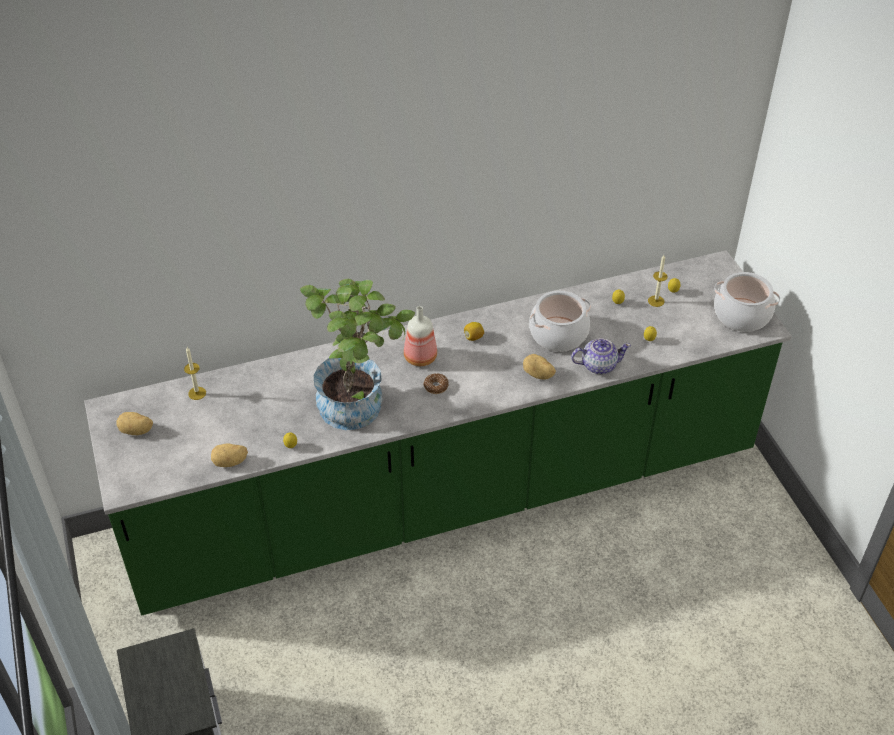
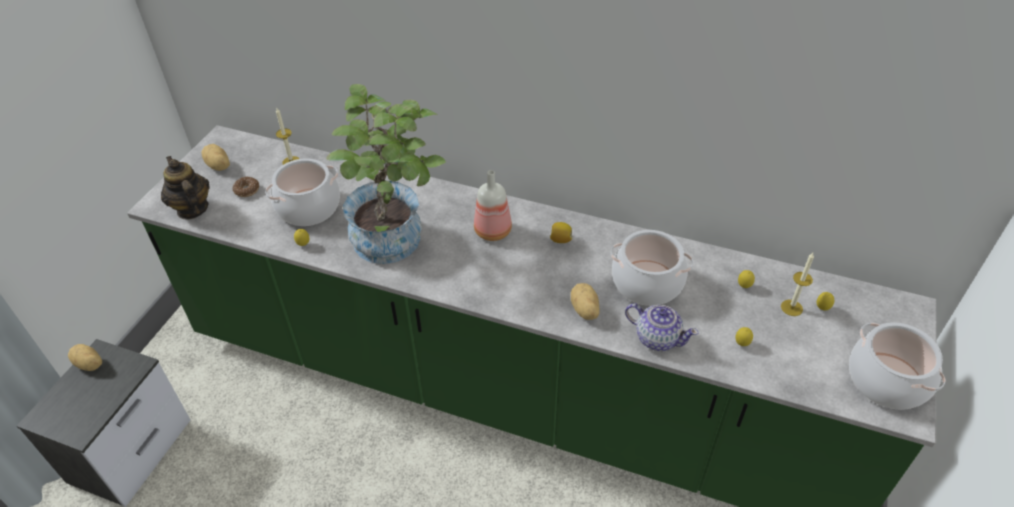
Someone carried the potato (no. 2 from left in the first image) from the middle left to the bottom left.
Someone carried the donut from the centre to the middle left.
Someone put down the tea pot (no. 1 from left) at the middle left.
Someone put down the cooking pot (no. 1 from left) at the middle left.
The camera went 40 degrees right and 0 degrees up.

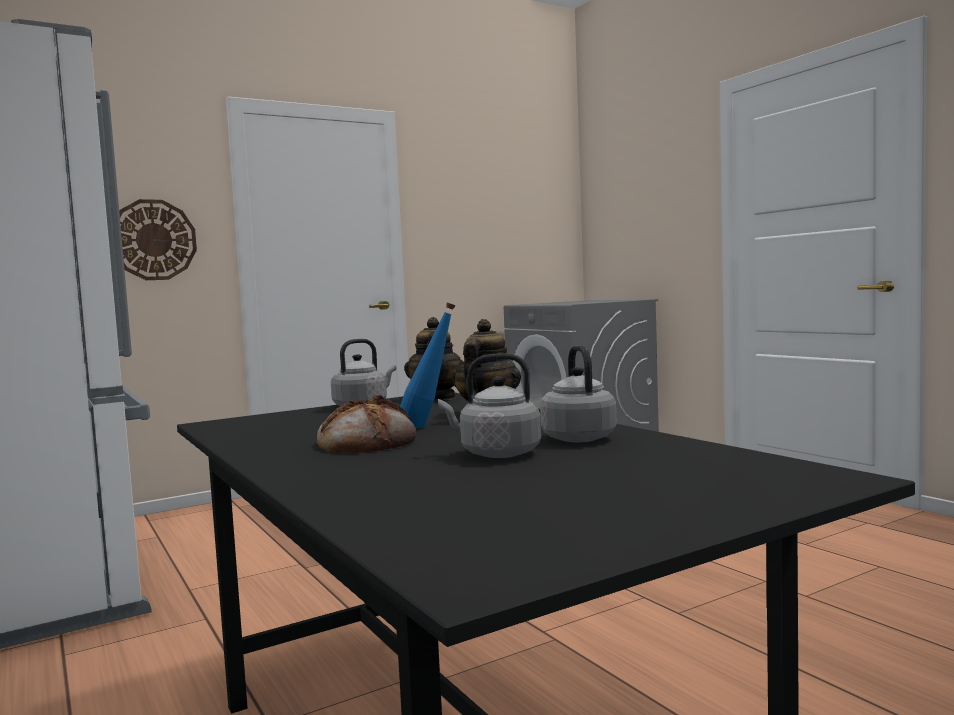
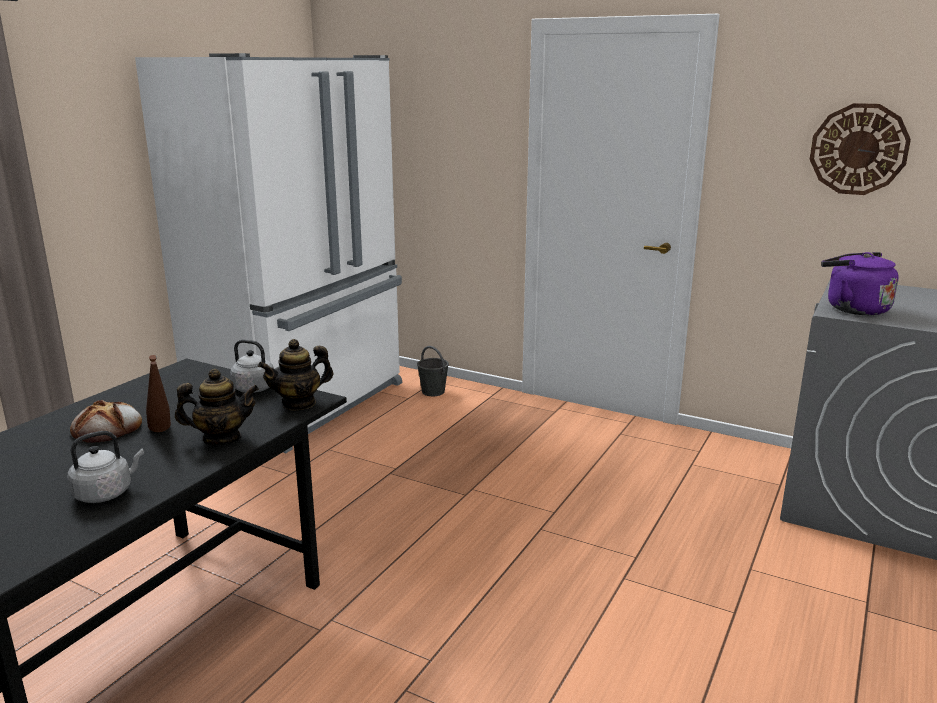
Someone carried the clock on the wall from the middle left to the top right.
Someone repainted the bluish bottle at the centre, which became the brown-coloured bottle at the middle left.
Someone took away the greyish tea kettle (no. 2 from left) at the centre.
Someone put down the greyish pail at the centre.
Someone put down the purple tea kettle at the middle right.
The camera went 60 degrees right and 15 degrees up.

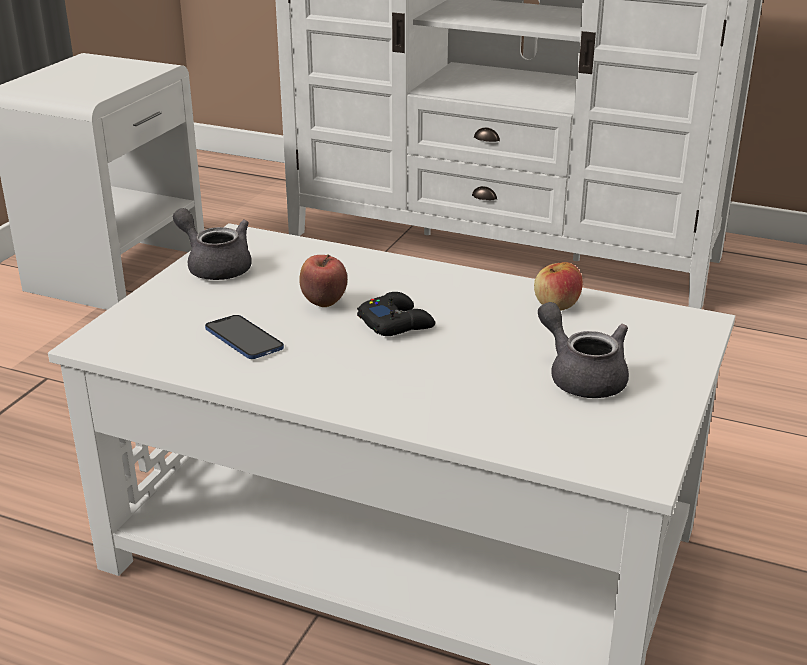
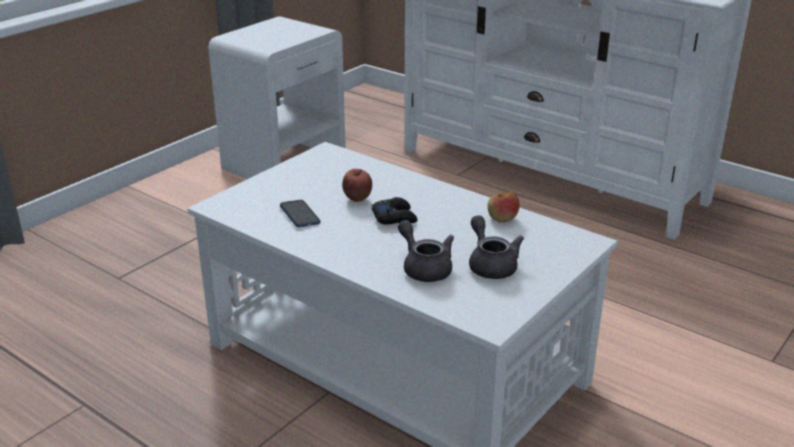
Someone carried the greyish tea pot (no. 1 from left) from the middle left to the centre.
The camera went 15 degrees right and 0 degrees up.

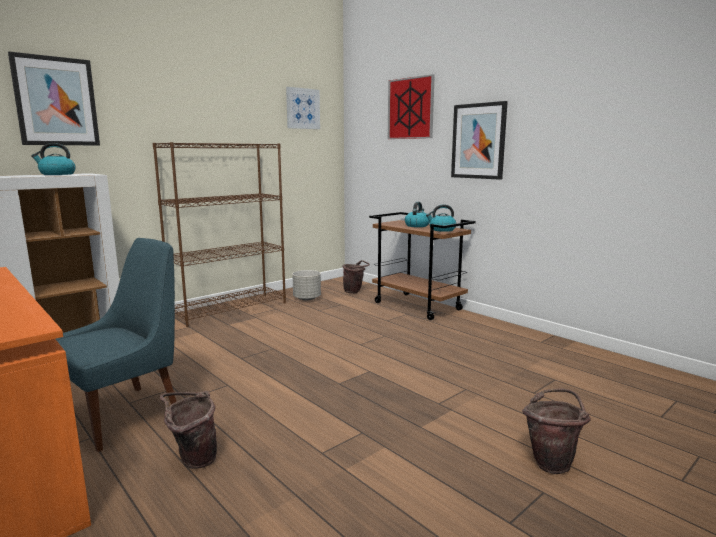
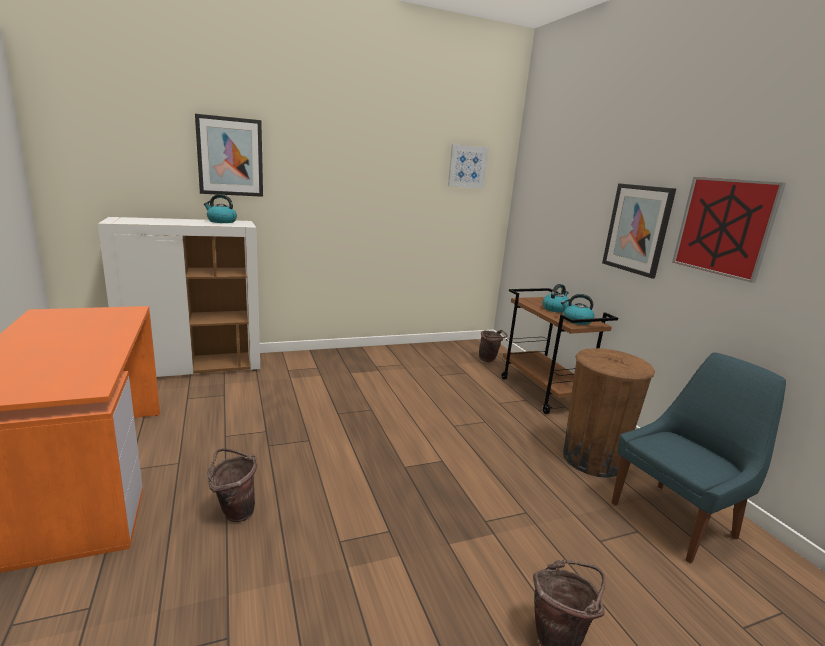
Someone carried the bluish upright chair from the middle left to the bottom right.
Someone took away the brown-coloured bookshelf at the middle left.
Someone took away the greyish flower pot at the centre.
Someone carried the wall picture (no. 3 from left in the first image) from the top centre to the middle right.
Someone put down the brown-coloured trash can at the middle right.
The camera went 20 degrees right and 5 degrees up.

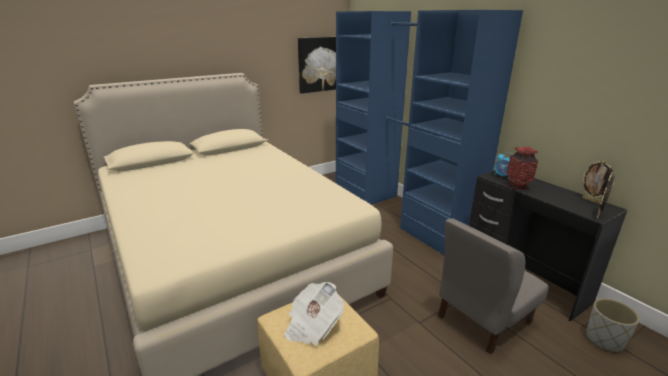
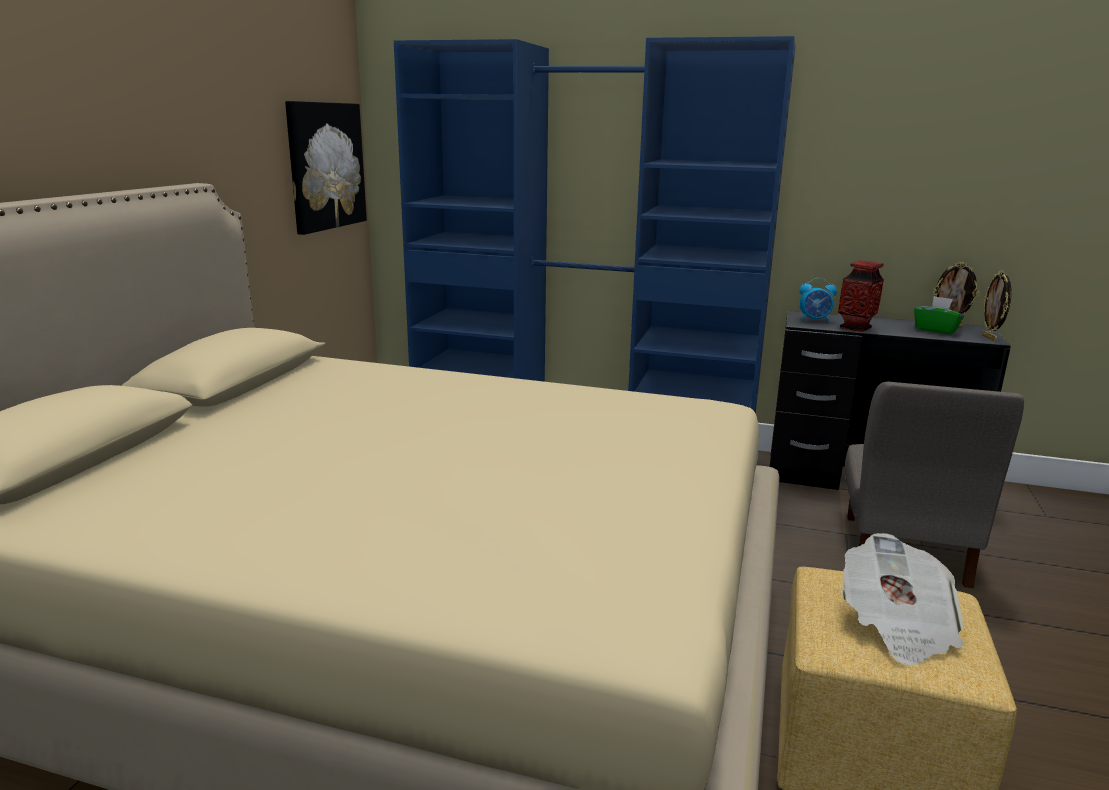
Someone took away the greyish flower pot at the bottom right.
Someone put down the greenish tissue box at the middle right.
The camera went 40 degrees left and 5 degrees down.

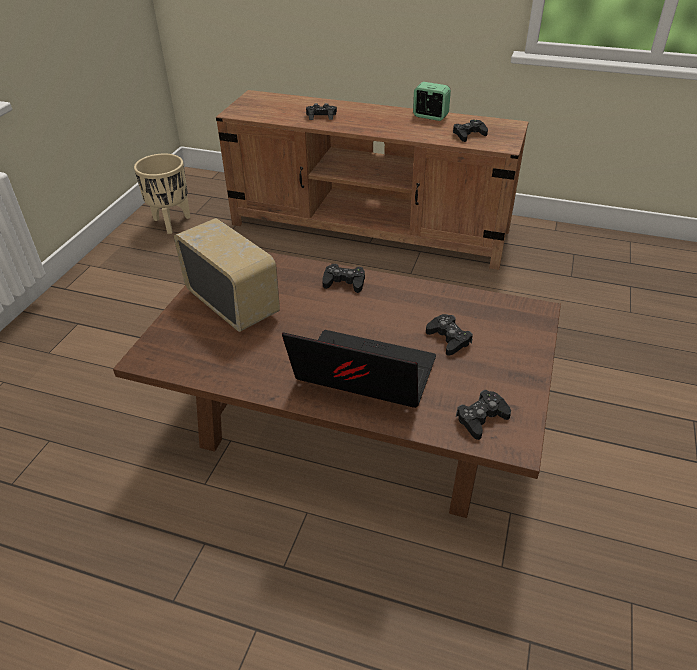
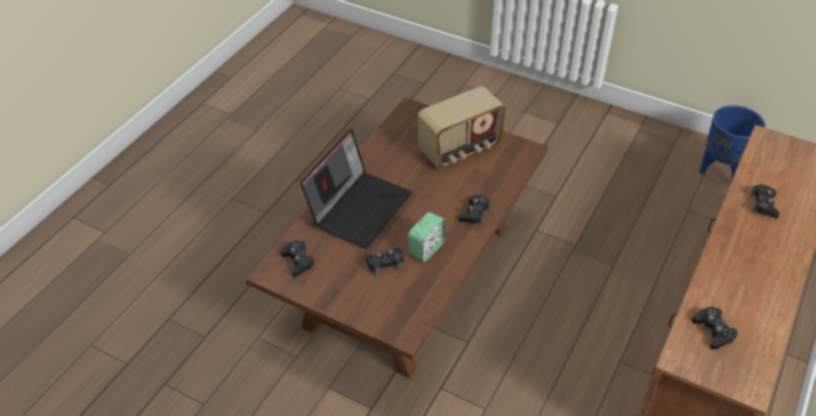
Someone repainted the sand-coloured flower pot at the top left, which became the bluish flower pot at the middle right.
Someone carried the table clock from the top centre to the centre.
The camera went 100 degrees right and 5 degrees up.

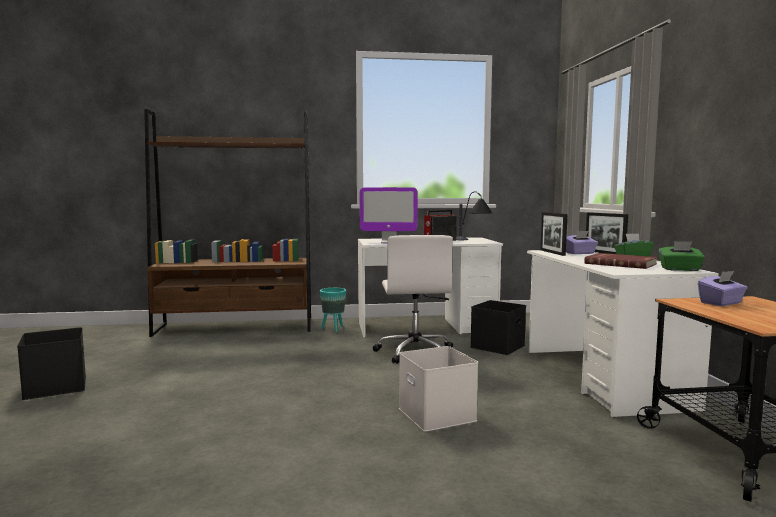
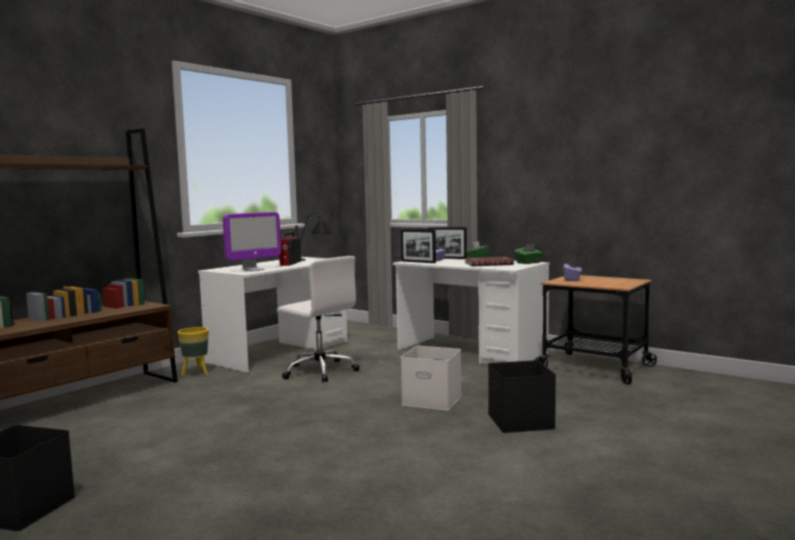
Someone repainted the turquoise flower pot at the centre, which became the yellow flower pot at the middle left.
Someone carried the blackish storage bin (no. 2 from left) from the centre to the bottom centre.
The camera went 45 degrees left and 0 degrees up.

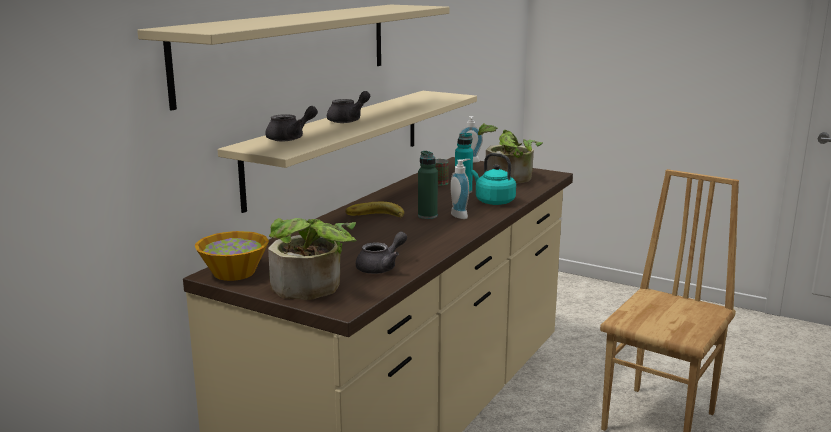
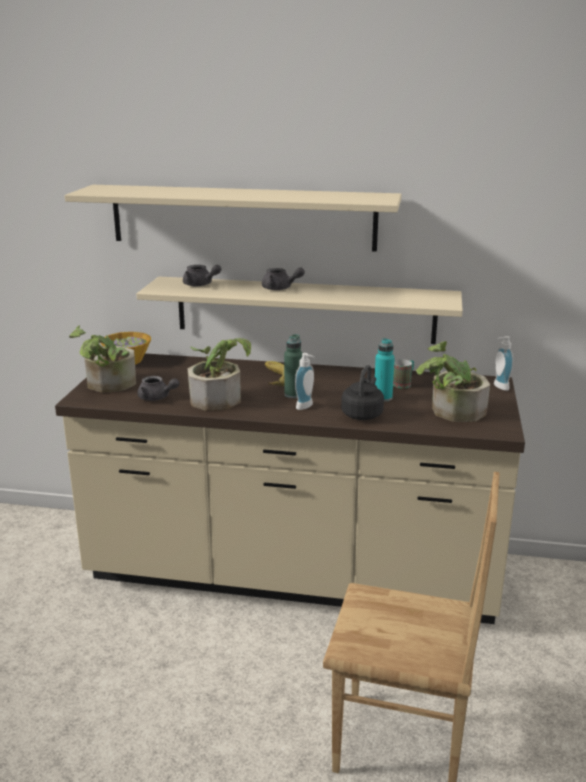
Someone repainted the turquoise tea kettle at the centre, which became the blackish tea kettle at the centre.
Someone put down the houseplant (no. 2 from left) at the centre.
The camera went 70 degrees right and 5 degrees up.

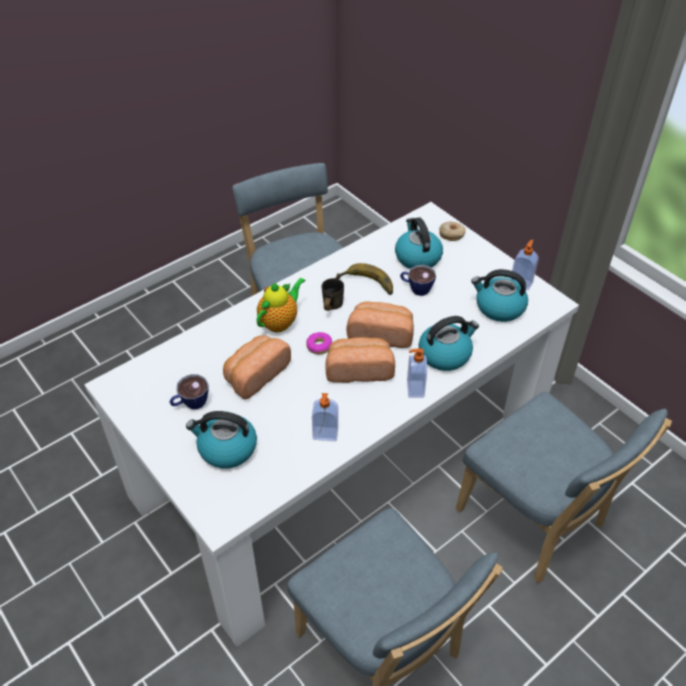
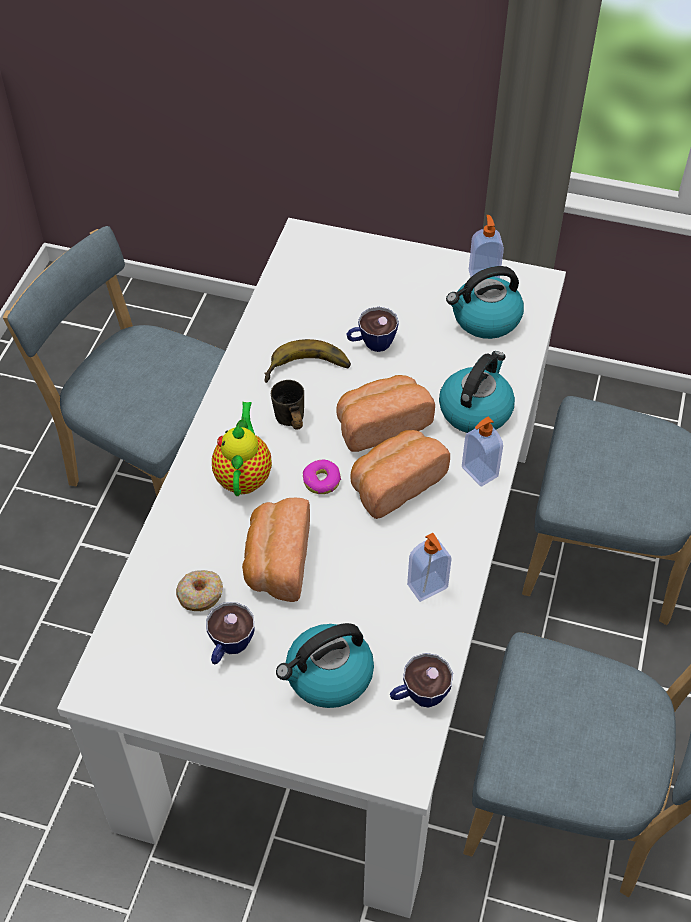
Someone took away the tea kettle (no. 2 from left) at the centre.
Someone carried the donut (no. 2 from left in the first image) from the centre to the middle left.
Someone put down the cup (no. 3 from left) at the bottom centre.
The camera went 35 degrees left and 5 degrees up.

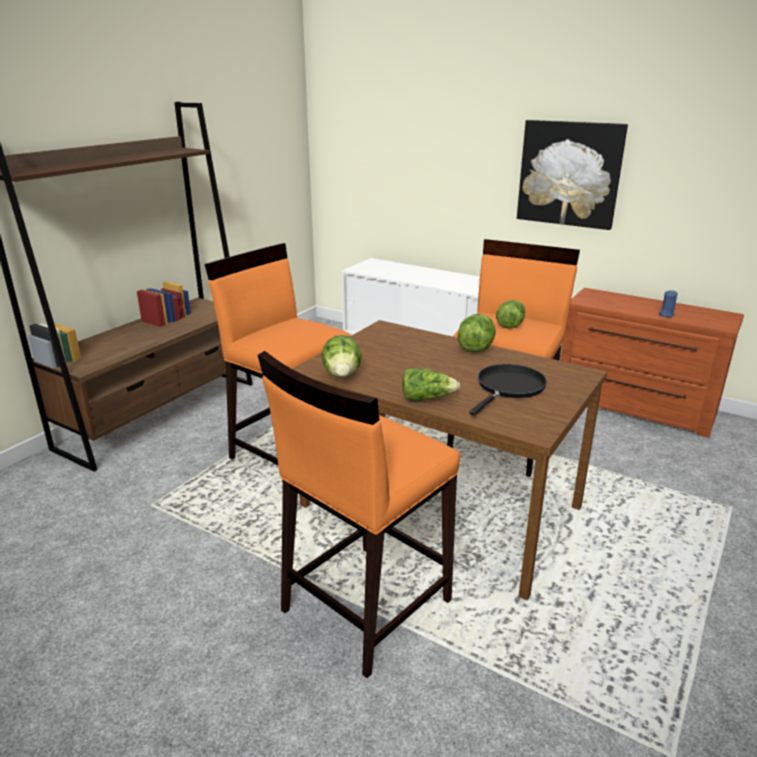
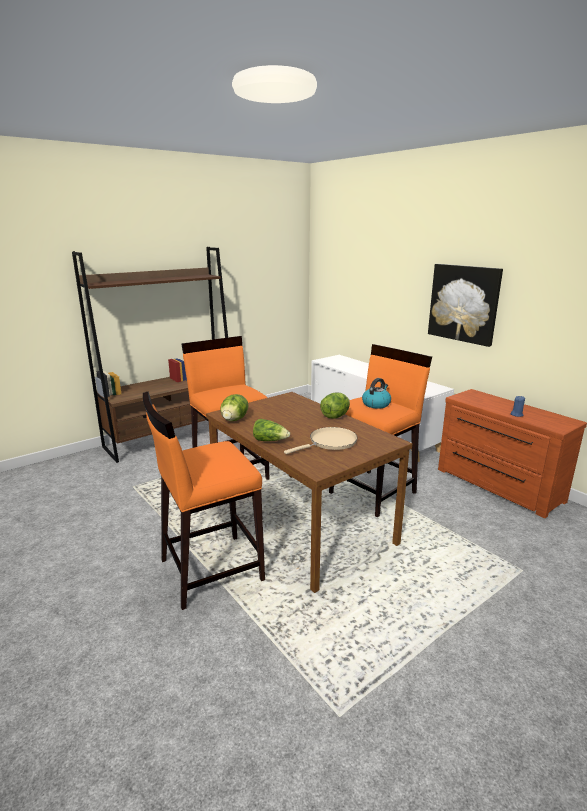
Someone repainted the blackish pan at the middle right, which became the sand-coloured pan at the centre.
Someone swapped the lettuce head (no. 4 from left) at the middle right for the tea kettle at the centre.
The camera went 20 degrees right and 5 degrees down.

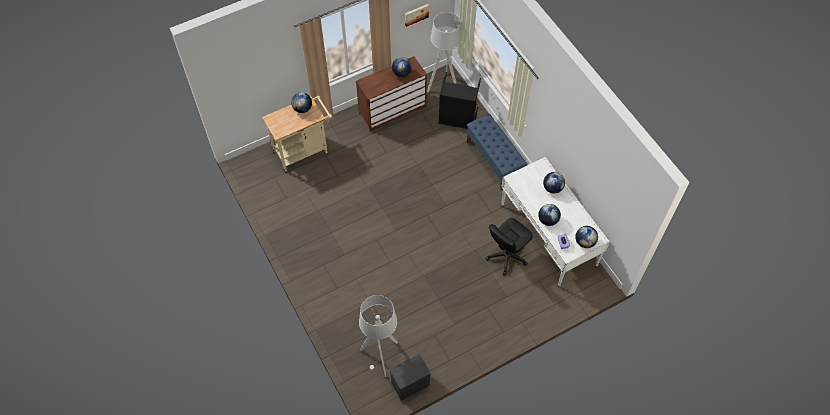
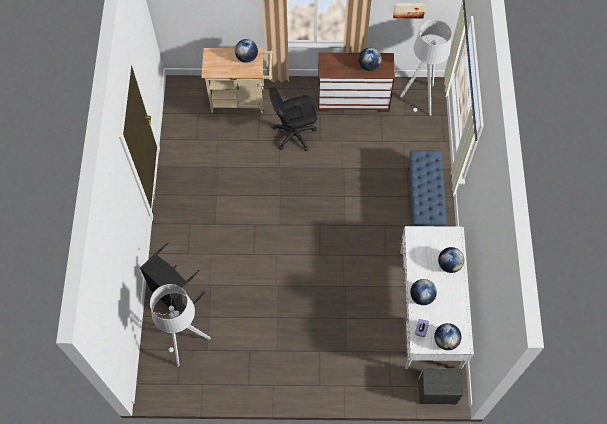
Someone carried the bedside table from the bottom centre to the bottom right.
Someone carried the blackish washing basket from the top centre to the middle left.
Someone carried the blackish desk chair from the centre to the top centre.
The camera went 30 degrees right and 5 degrees up.

